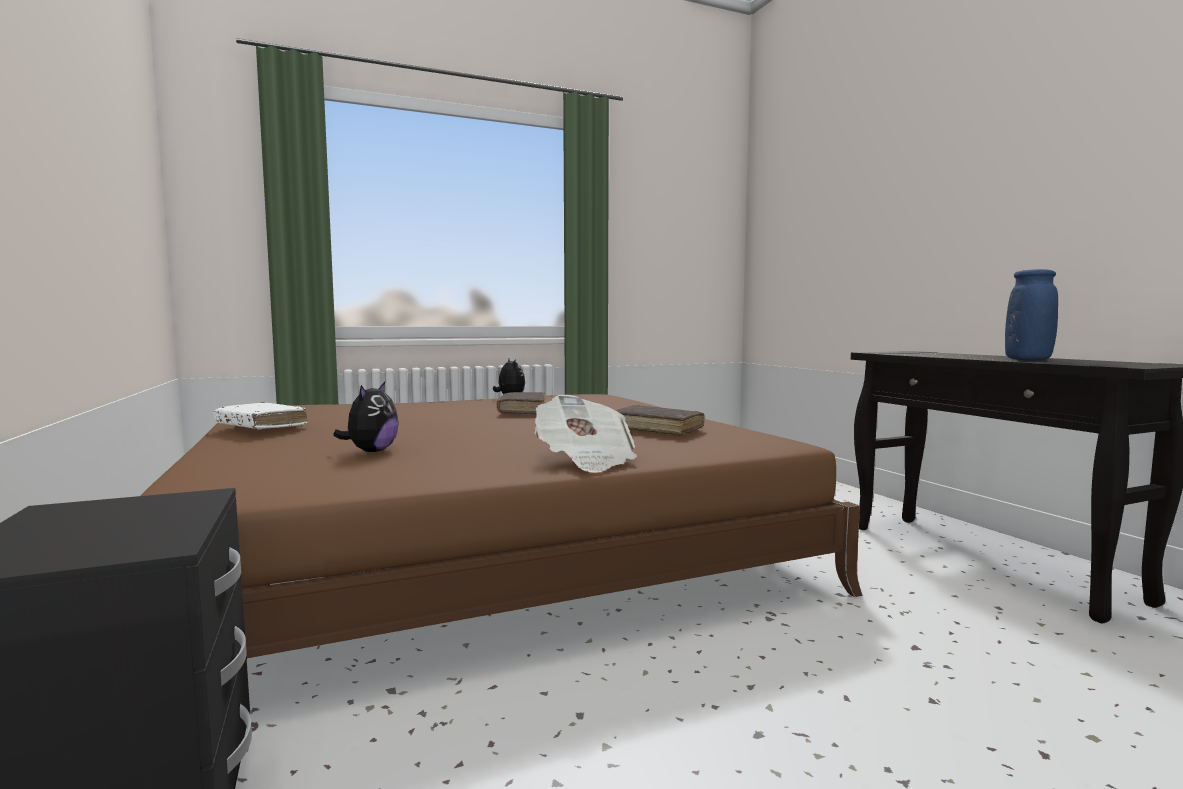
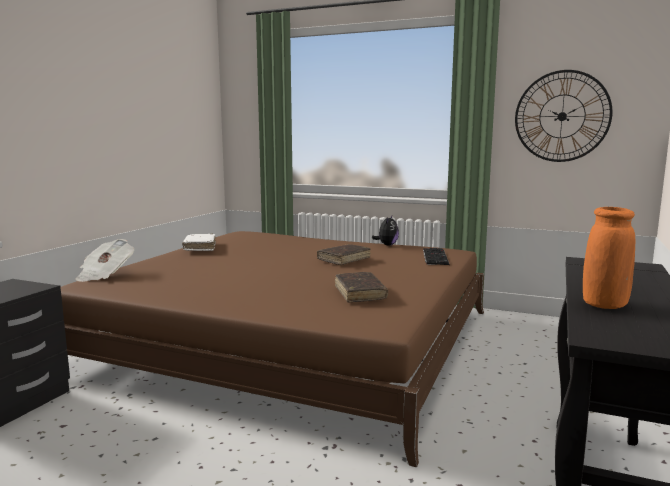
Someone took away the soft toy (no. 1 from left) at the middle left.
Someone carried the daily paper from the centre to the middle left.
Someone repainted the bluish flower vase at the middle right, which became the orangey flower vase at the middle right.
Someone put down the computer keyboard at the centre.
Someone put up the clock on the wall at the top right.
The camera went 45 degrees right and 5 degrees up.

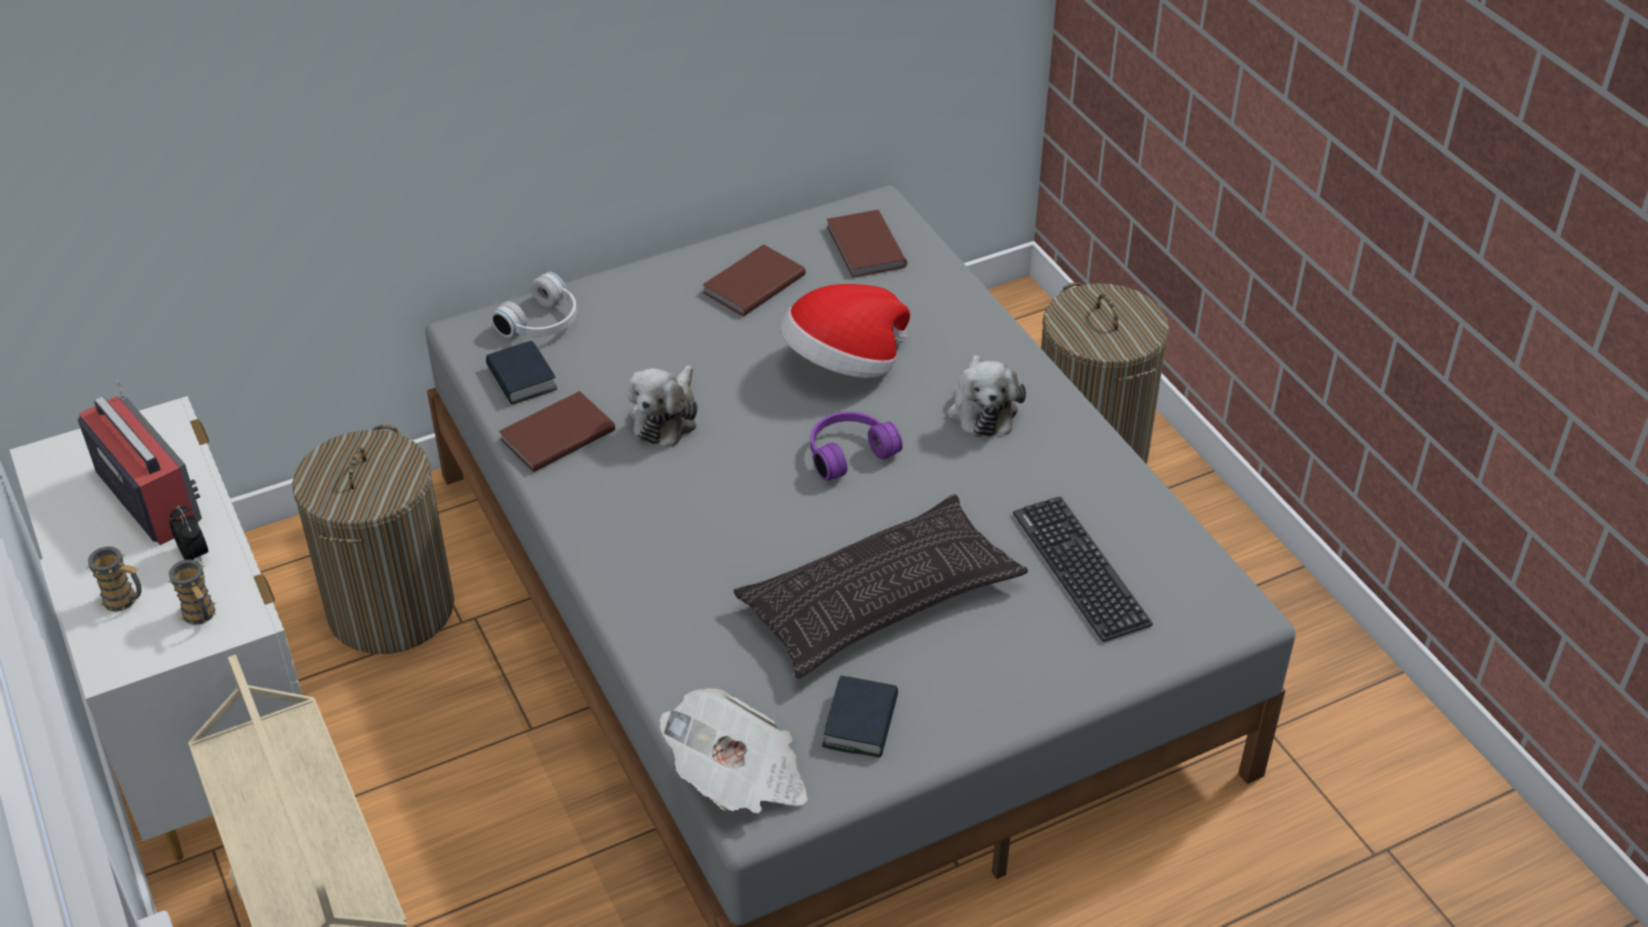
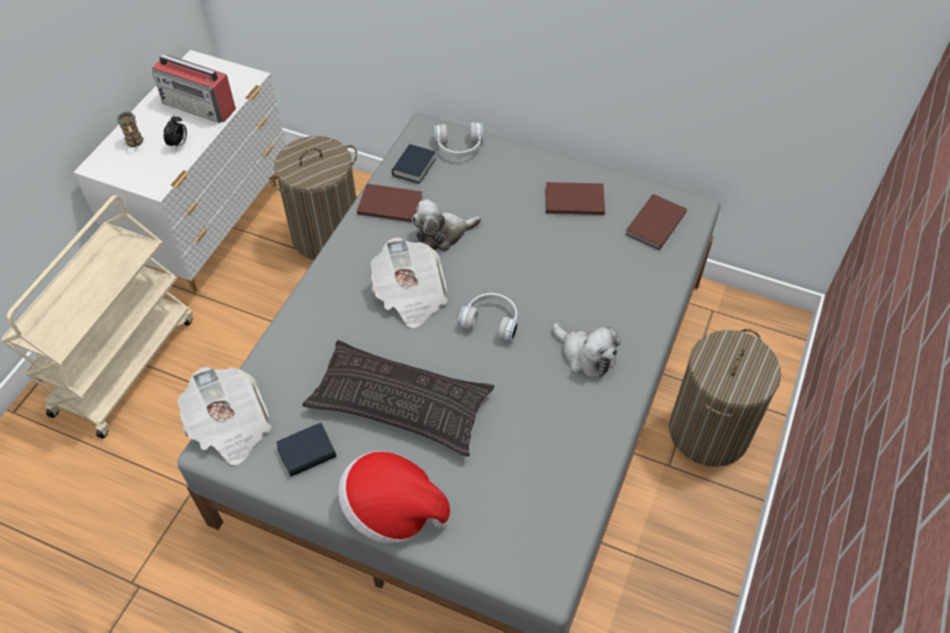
Someone rotated the radio receiver at the middle left by 105 degrees clockwise.
Someone took away the mug (no. 2 from left) at the middle left.
Someone carried the hat from the centre to the bottom centre.
Someone repainted the purple headset at the centre, which became the white headset (no. 2 from left) at the centre.
Someone rotated the soft toy (no. 2 from left) at the centre by 90 degrees counterclockwise.
Someone took away the computer keyboard at the centre.
Someone put down the daily paper (no. 2 from left) at the centre.
The camera went 50 degrees right and 10 degrees up.

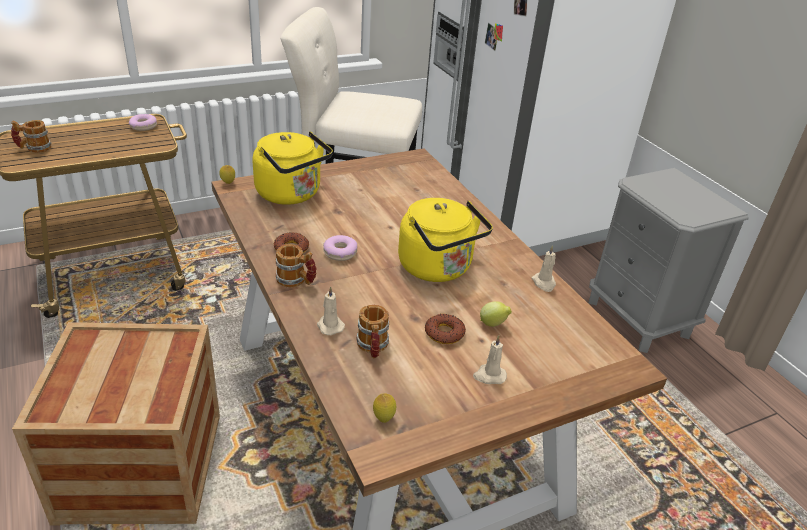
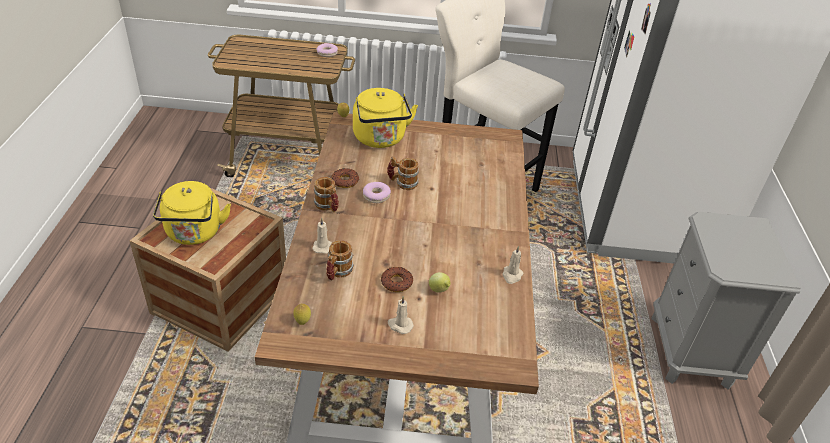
Someone carried the mug (no. 1 from left in the first image) from the top left to the centre.
Someone carried the yellow tea kettle (no. 2 from left in the first image) from the centre to the middle left.
The camera went 30 degrees right and 5 degrees up.

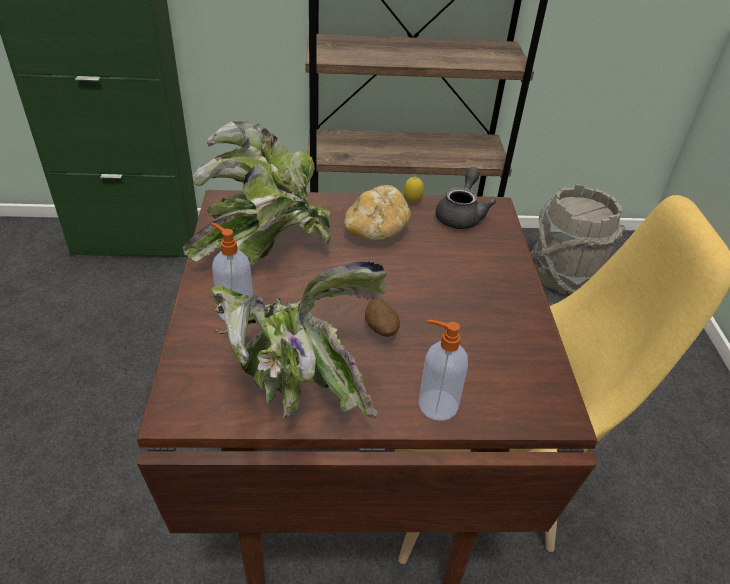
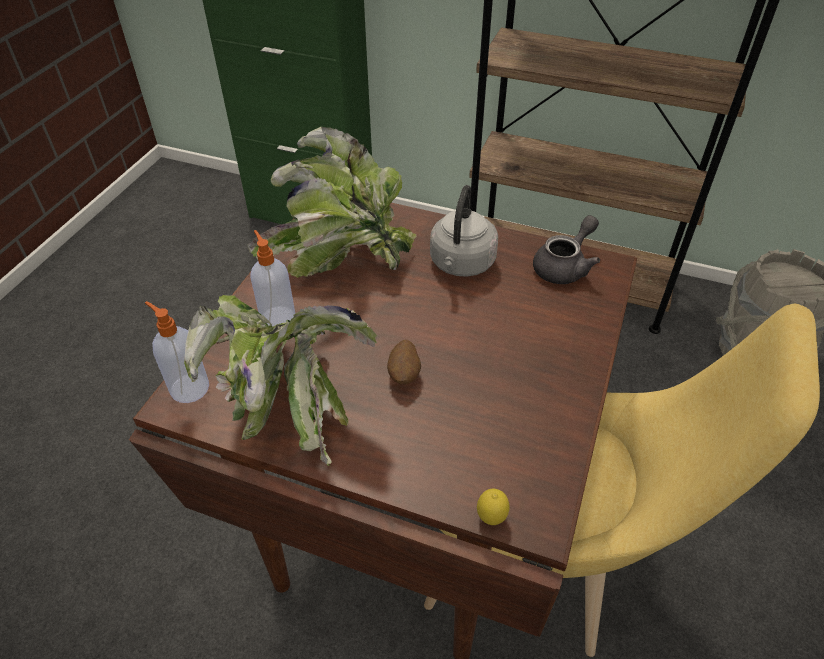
Someone swapped the baked bread at the centre for the greyish tea kettle at the centre.
Someone carried the whole lemon from the top centre to the bottom centre.
Someone carried the liquid soap bottle (no. 2 from left in the first image) from the centre to the middle left.
The camera went 25 degrees right and 5 degrees up.

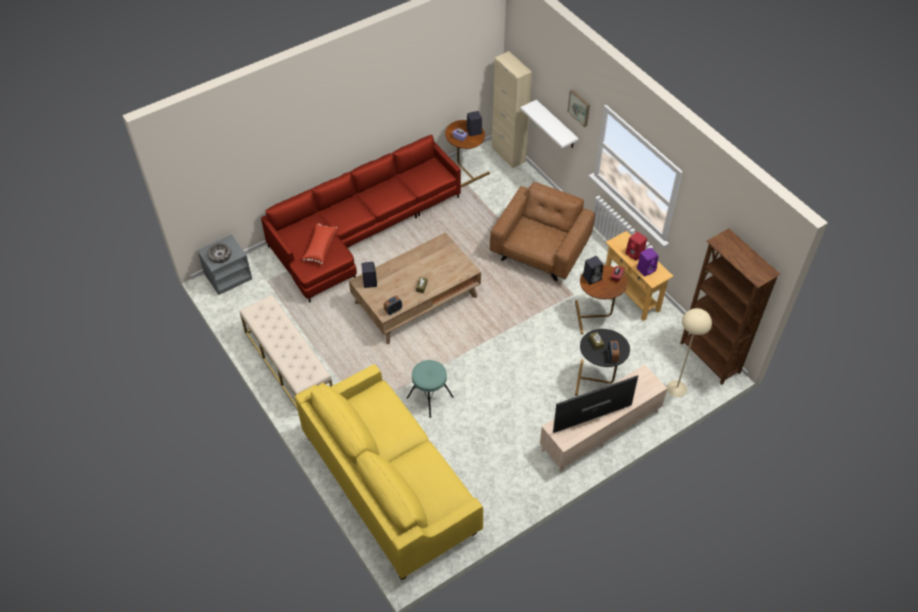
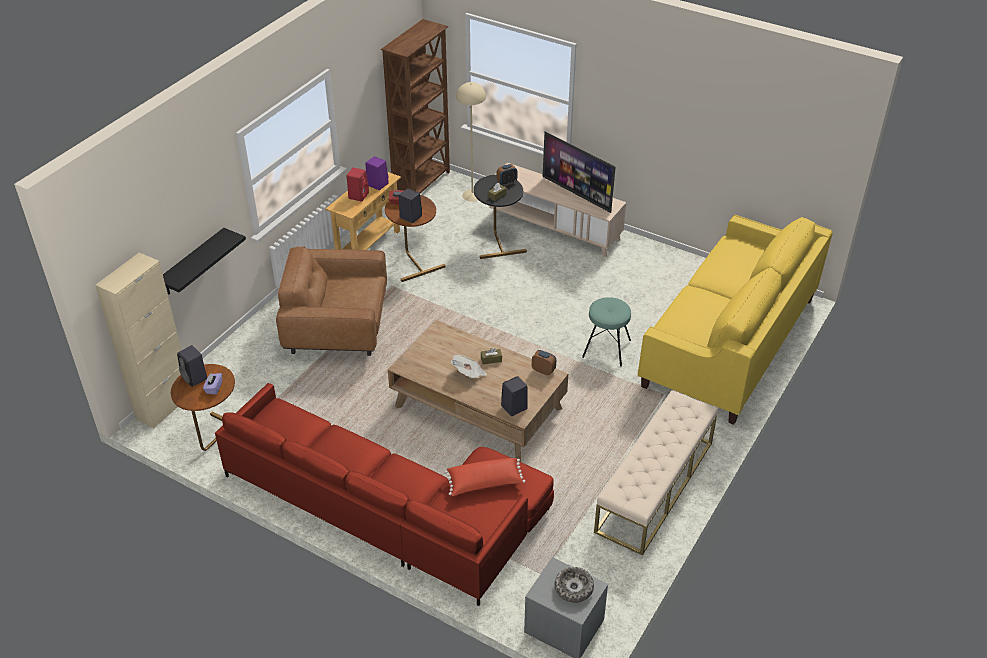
Someone repainted the white wall shelf at the top centre, which became the blackish wall shelf at the middle left.
Someone took away the wall picture at the top centre.
Someone put down the daily paper at the centre.
The camera went 115 degrees left and 10 degrees down.

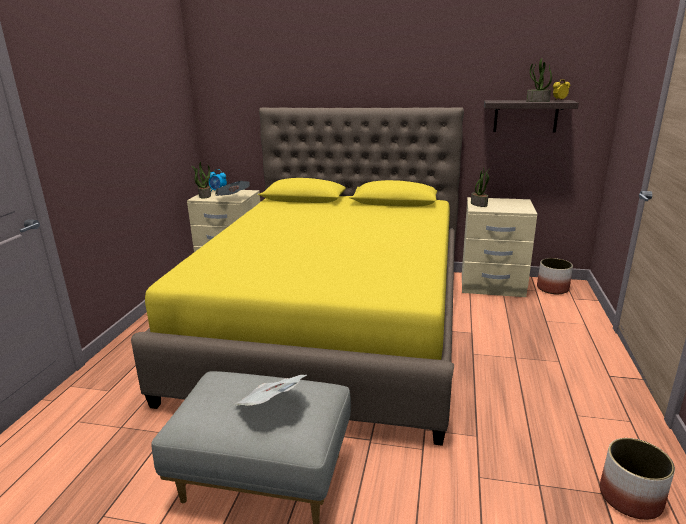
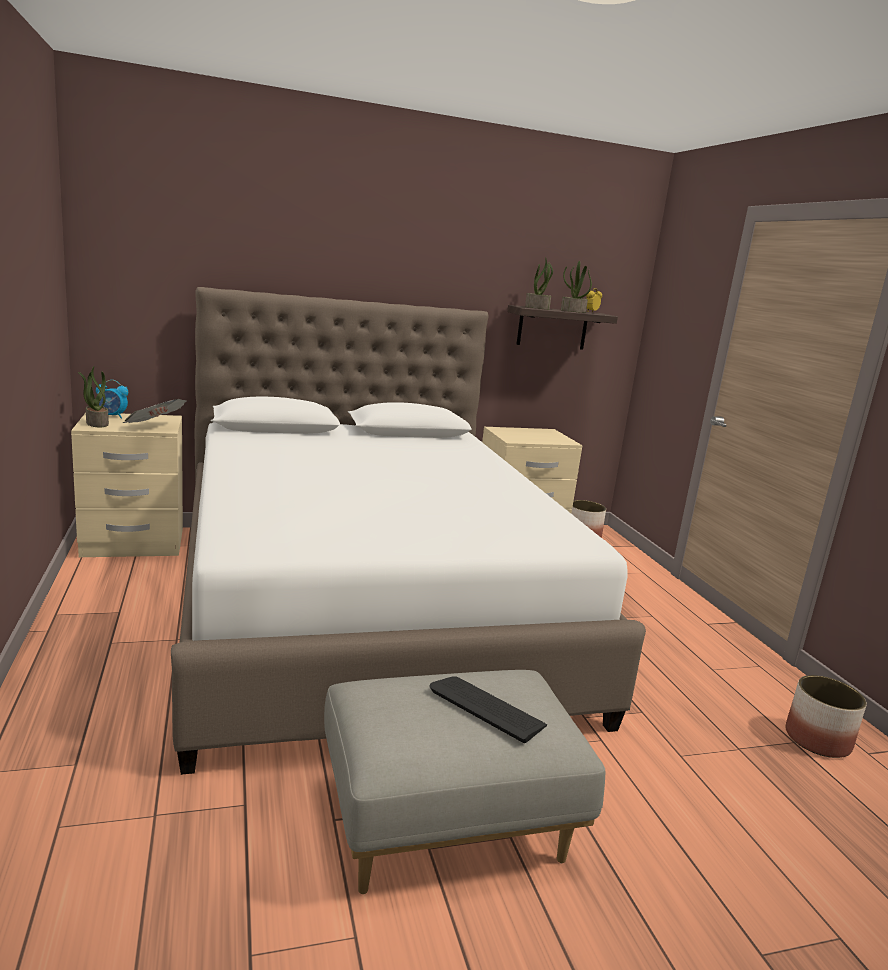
Someone repainted the yellow bed at the centre, which became the white bed at the centre.
Someone swapped the daily paper (no. 2 from left) at the bottom centre for the computer keyboard at the bottom centre.
Someone carried the houseplant (no. 2 from left) from the middle right to the top centre.
The camera went 30 degrees left and 5 degrees down.

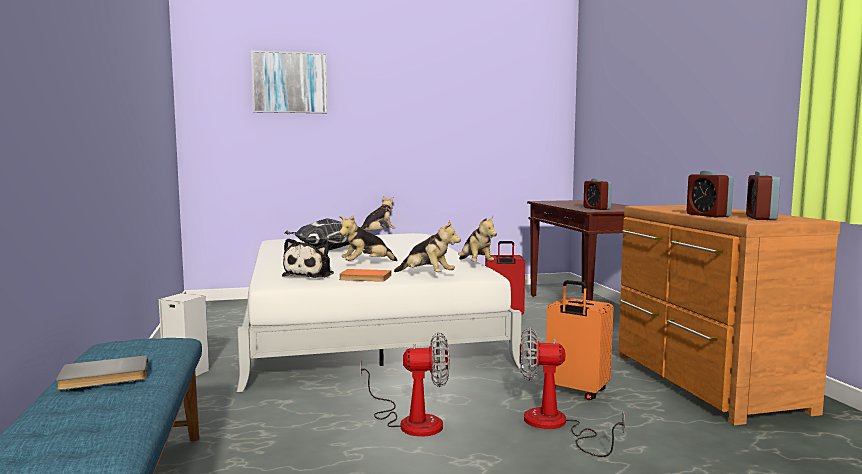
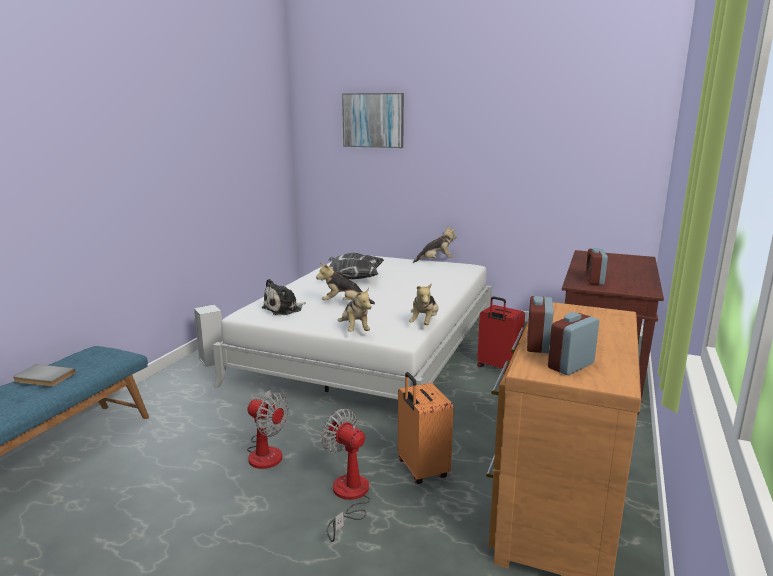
Someone took away the orangey volume at the centre.
The camera went 35 degrees right and 10 degrees up.

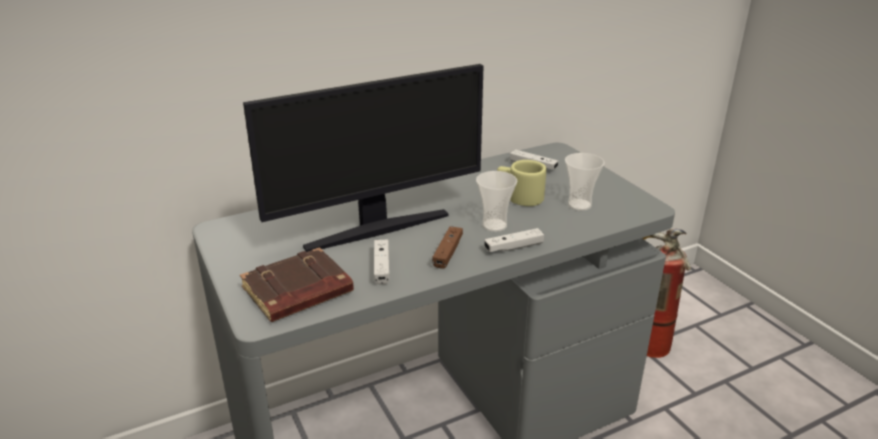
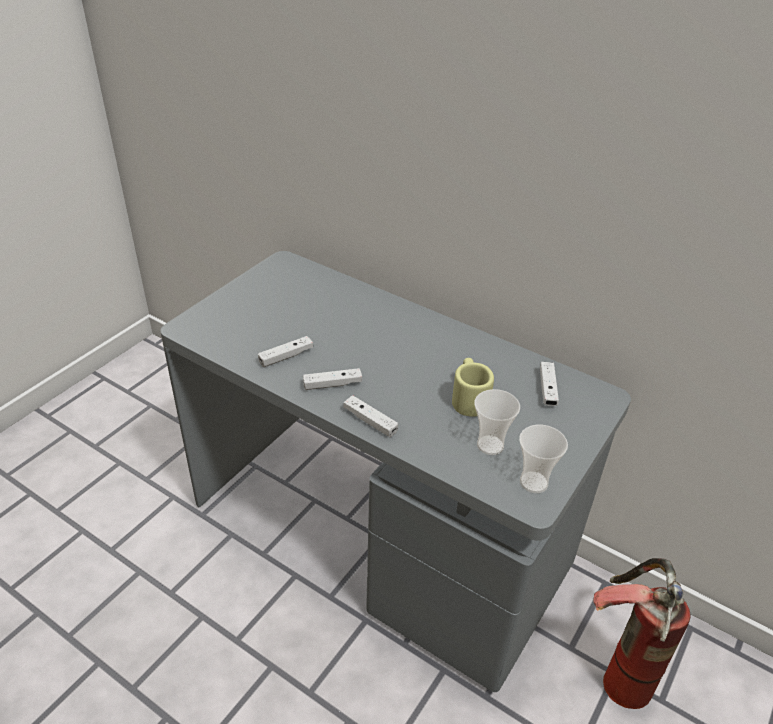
Someone took away the brown-coloured volume at the centre.
Someone took away the computer screen at the centre.
Someone repainted the brown-coloured gamepad at the centre, which became the white gamepad (no. 2 from left) at the centre.
Someone carried the cup (no. 1 from left in the first image) from the centre to the middle right.
The camera went 60 degrees right and 10 degrees up.

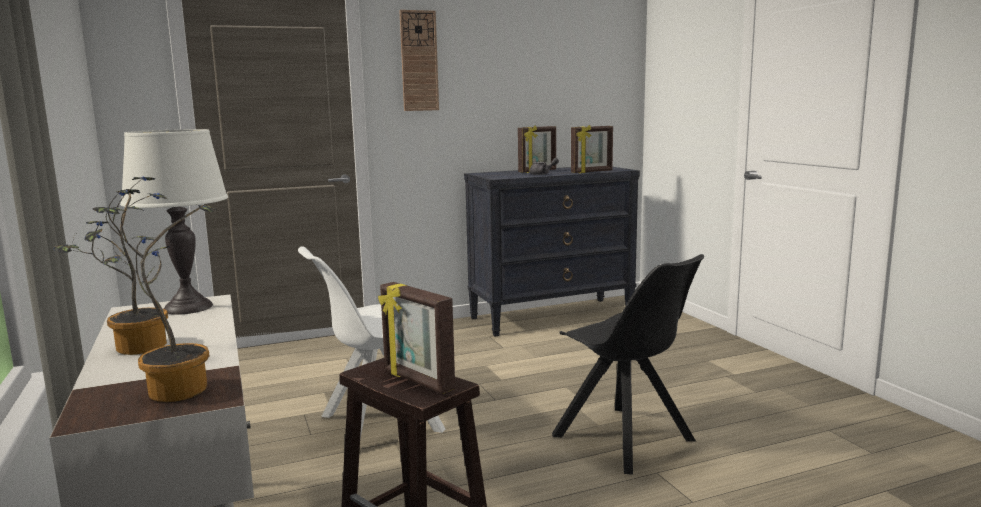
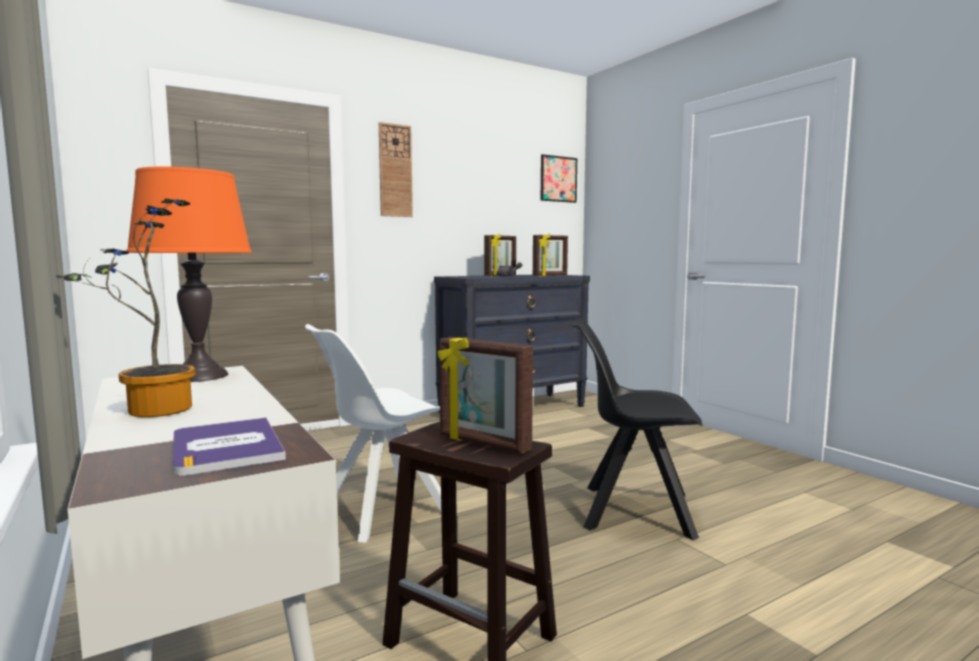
Someone swapped the houseplant (no. 2 from left) at the middle left for the volume at the bottom left.
Someone repainted the white table lamp at the middle left, which became the orangey table lamp at the middle left.
Someone rotated the blackish upright chair at the bottom centre by 150 degrees clockwise.
Someone put up the wall picture at the top centre.
The camera went 10 degrees left and 5 degrees down.

